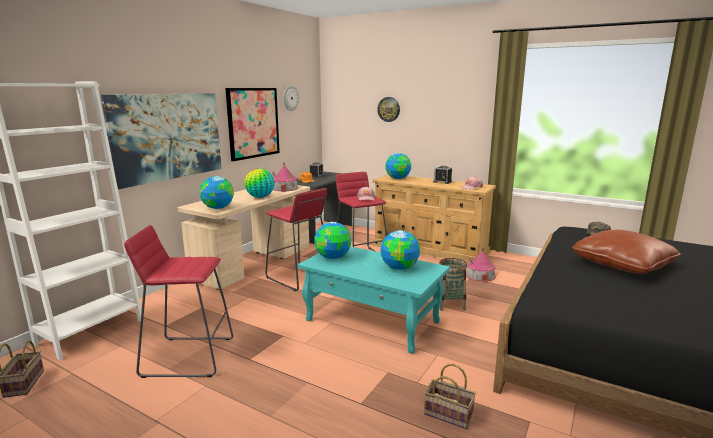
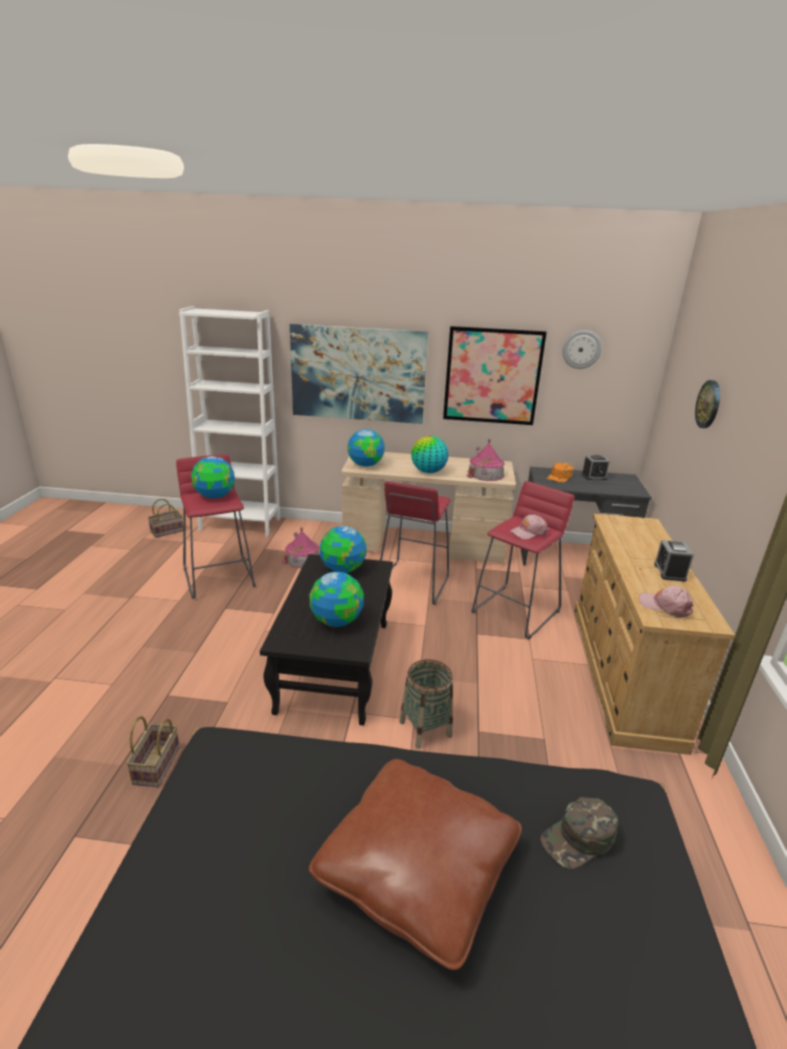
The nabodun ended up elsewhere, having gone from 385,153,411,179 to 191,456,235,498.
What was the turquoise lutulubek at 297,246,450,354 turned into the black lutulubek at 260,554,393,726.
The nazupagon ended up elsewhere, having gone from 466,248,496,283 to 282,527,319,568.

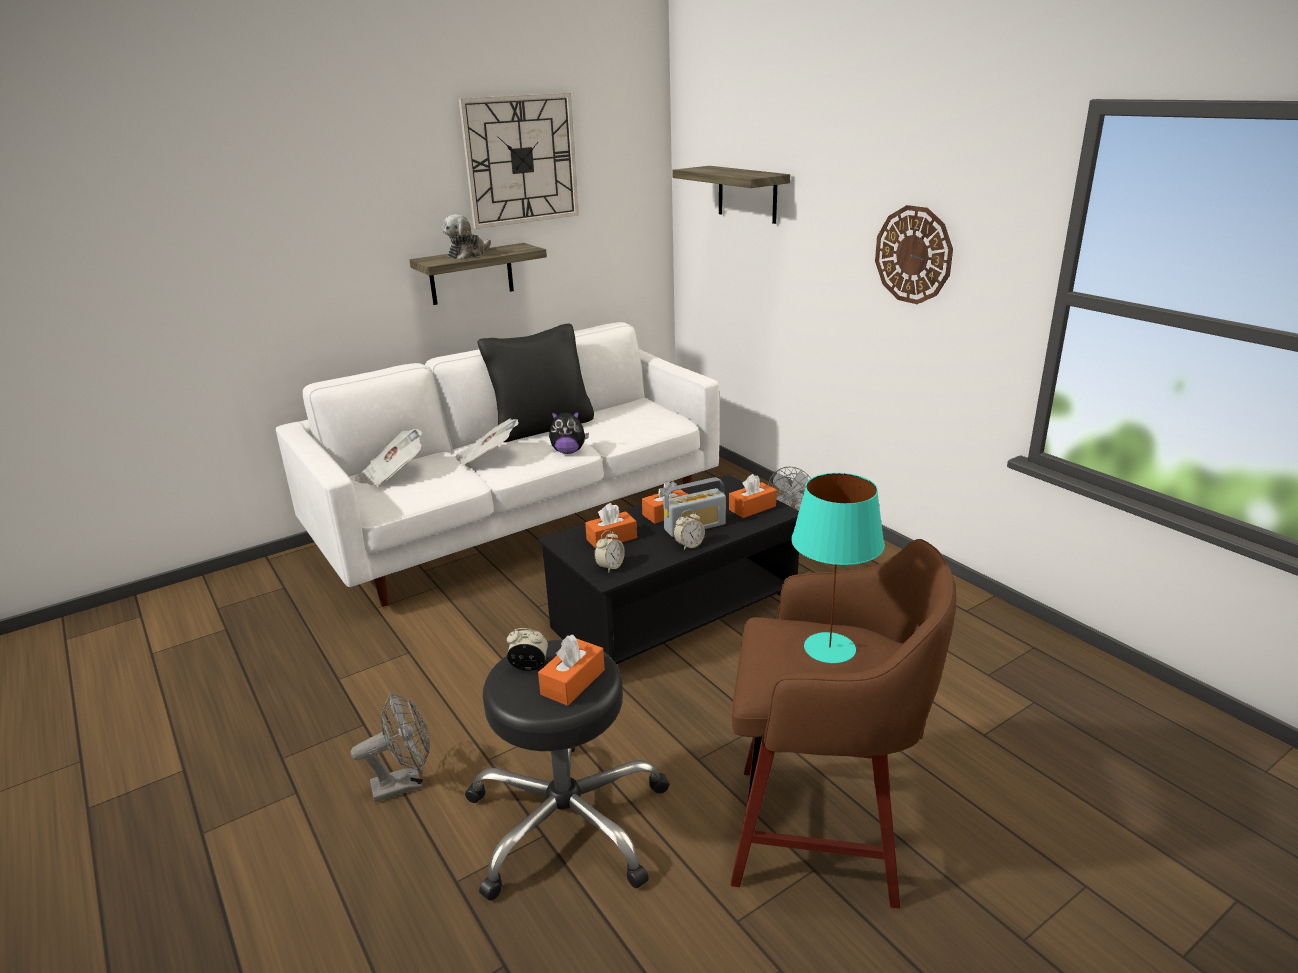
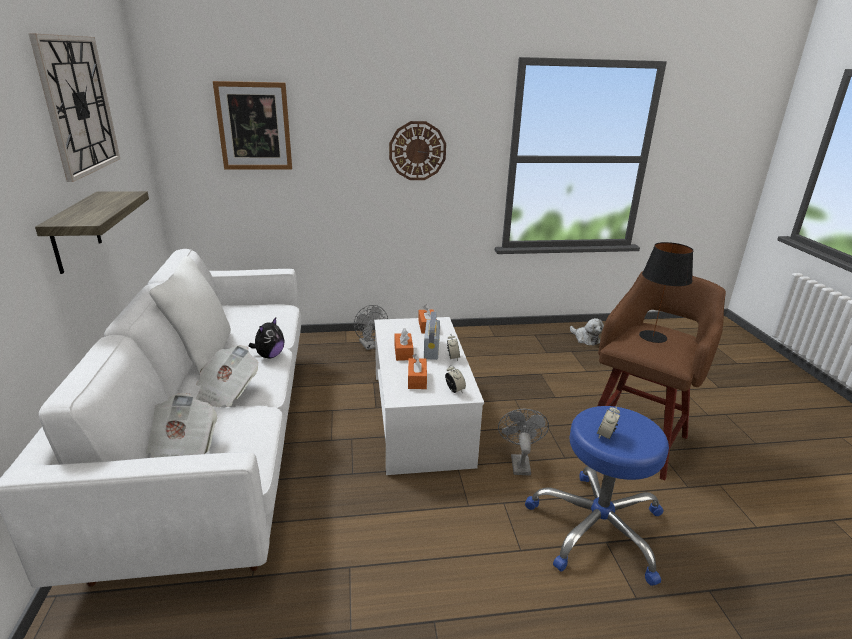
What was the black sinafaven at 478,324,594,442 turned into the white sinafaven at 149,256,231,375.
Where the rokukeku hung at 672,166,790,224, the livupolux came to hang at 213,81,292,170.
What was the black lutulubek at 538,475,799,664 turned into the white lutulubek at 374,317,484,475.
The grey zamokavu ended up elsewhere, having gone from 351,693,430,802 to 498,409,549,476.
What was the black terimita at 465,640,670,901 turned into the blue terimita at 525,406,669,586.
The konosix ended up elsewhere, having gone from 442,214,491,259 to 570,318,604,346.
What was the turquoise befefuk at 791,473,885,663 turned into the black befefuk at 639,242,693,343.
The second view lost the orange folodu at 538,635,605,706.

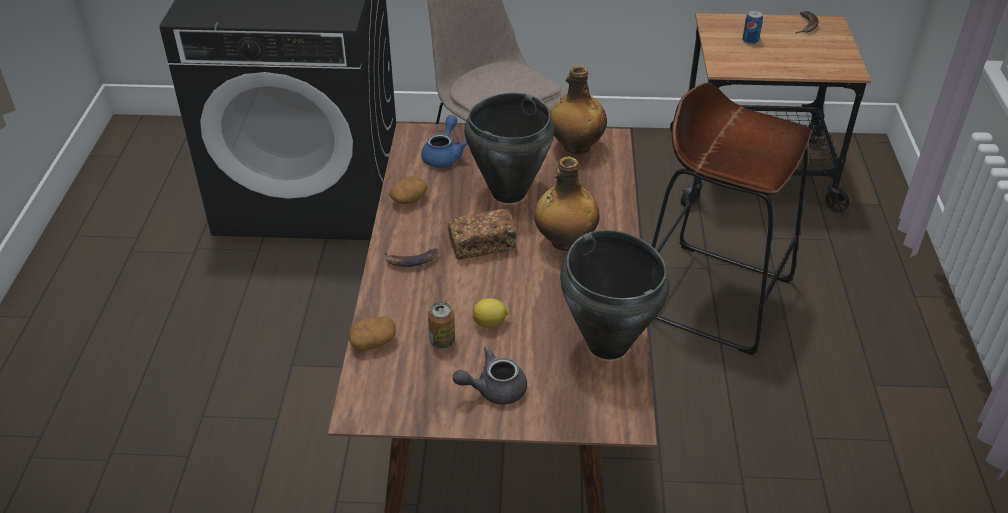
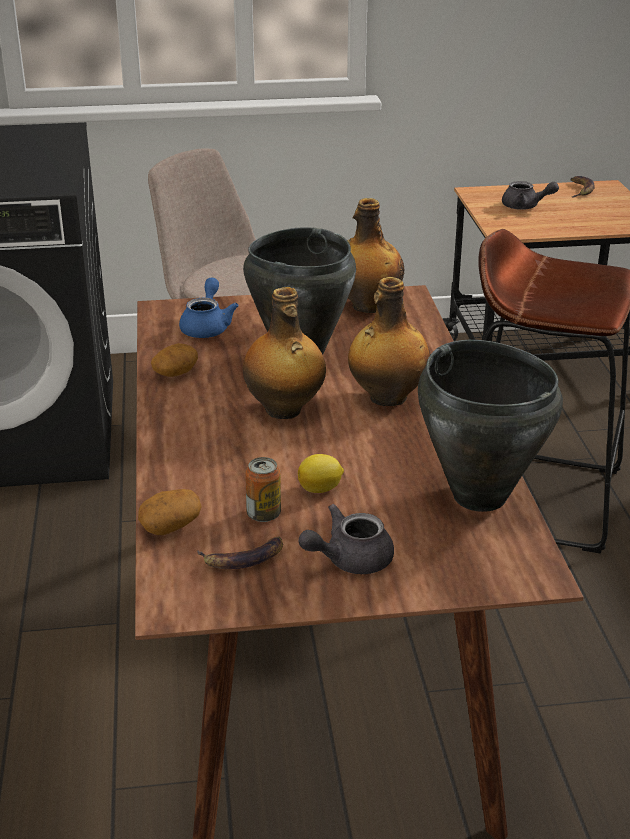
The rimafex ended up elsewhere, having gone from 384,248,439,267 to 197,536,283,569.
Where the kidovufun stood at 448,209,517,260, the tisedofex came to stand at 243,287,326,419.
Where the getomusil stood at 742,11,763,44, the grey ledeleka came to stand at 502,181,559,210.

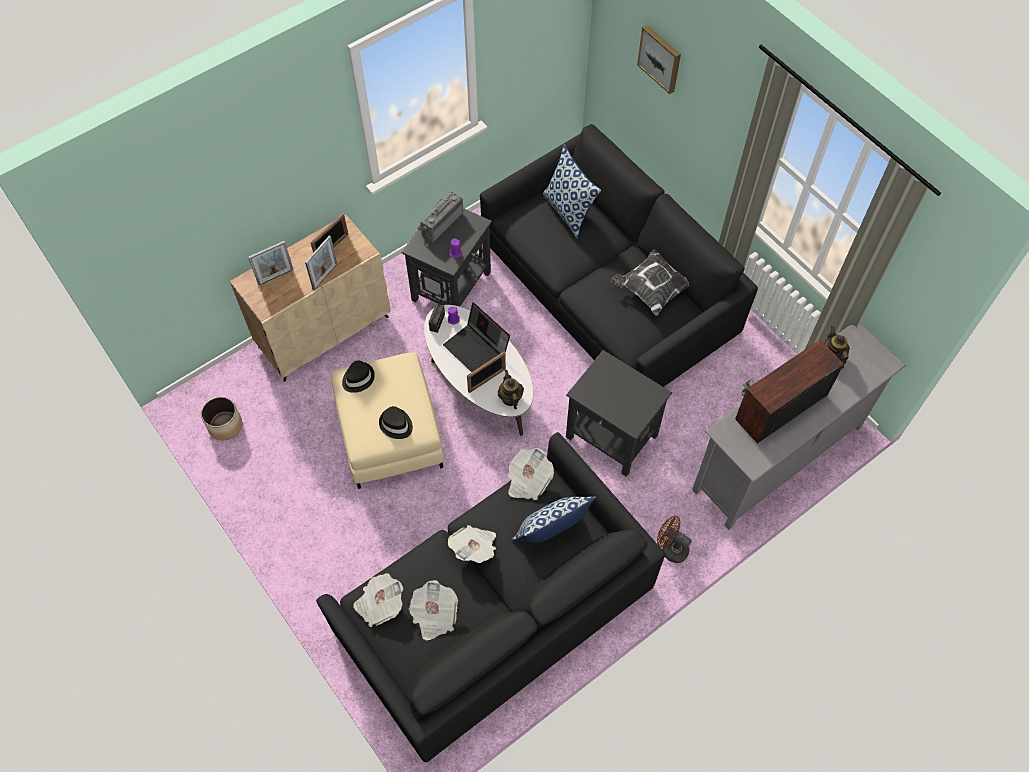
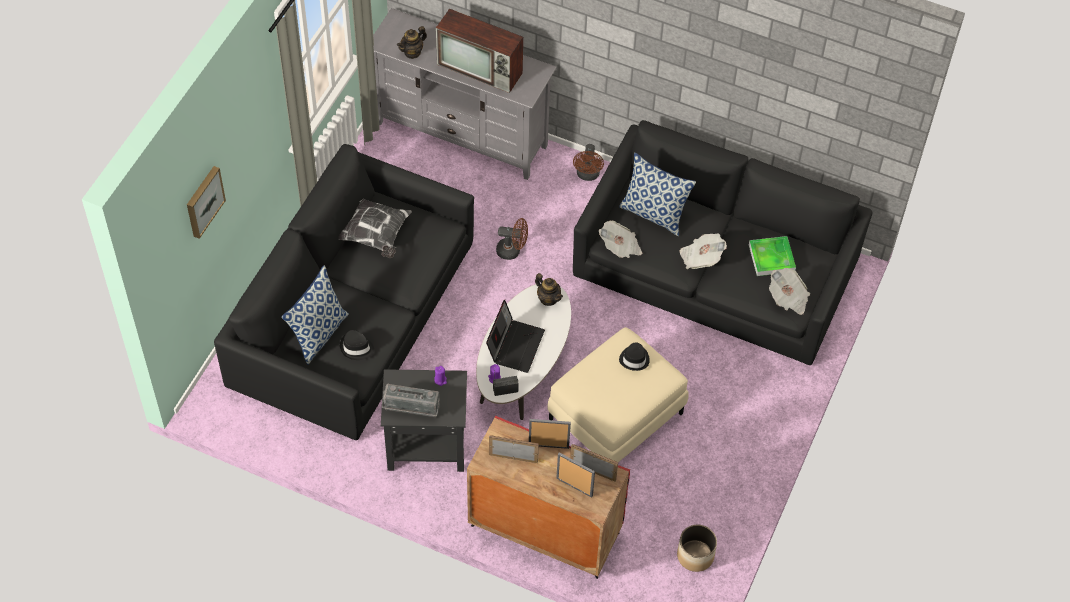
The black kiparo ended up elsewhere, having gone from 342,360,375,393 to 340,330,374,360.
What was the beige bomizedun at 230,215,391,382 turned into the red bomizedun at 467,416,630,579.
Where the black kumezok stood at 566,350,672,477, the brown zamokavu came to stand at 496,218,528,260.
The ledeleka at 498,370,524,410 ended up facing another way, 90 degrees counterclockwise from before.
The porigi ended up elsewhere, having gone from 467,351,506,393 to 570,444,618,482.
Where the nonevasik stood at 409,580,458,641, the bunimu came to stand at 749,236,796,276.

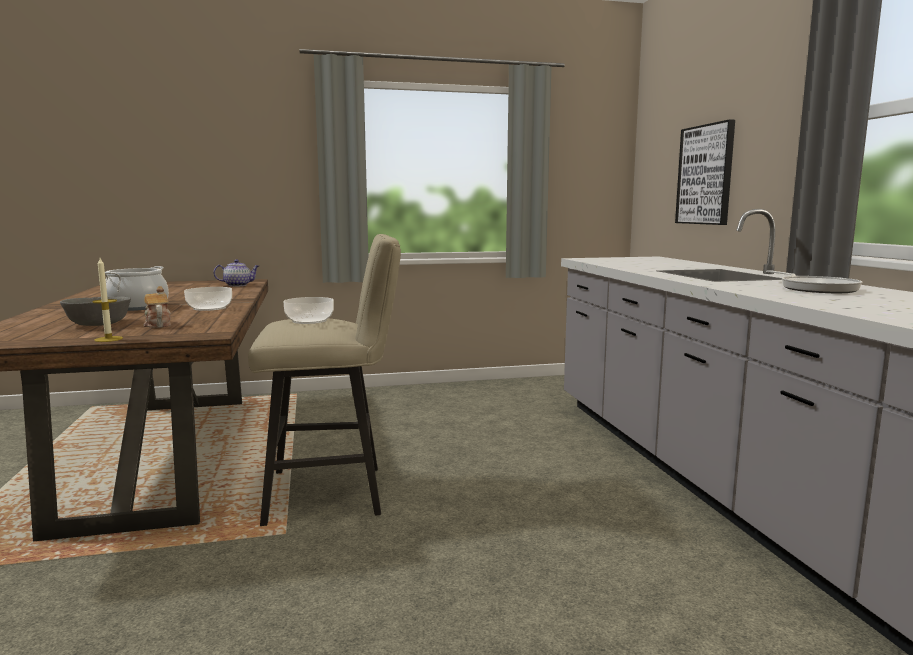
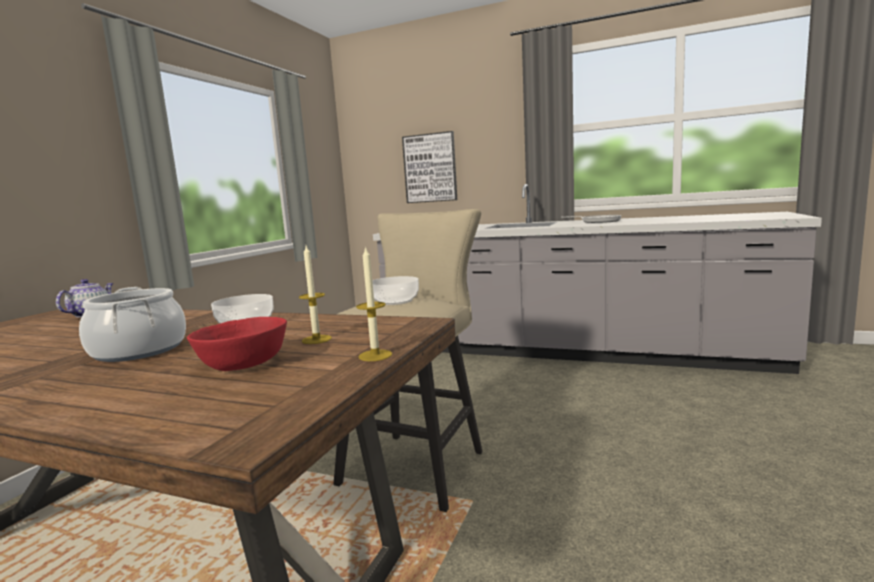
What was the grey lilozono at 60,297,131,326 turned into the red lilozono at 187,317,287,371.
Where the ledeleka stood at 144,286,171,328, the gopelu came to stand at 299,246,332,344.

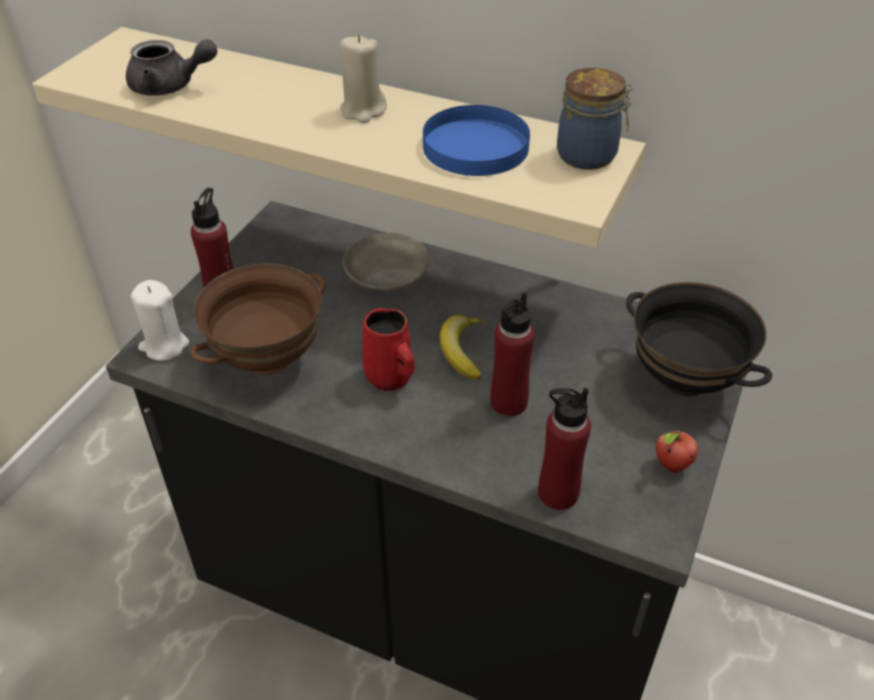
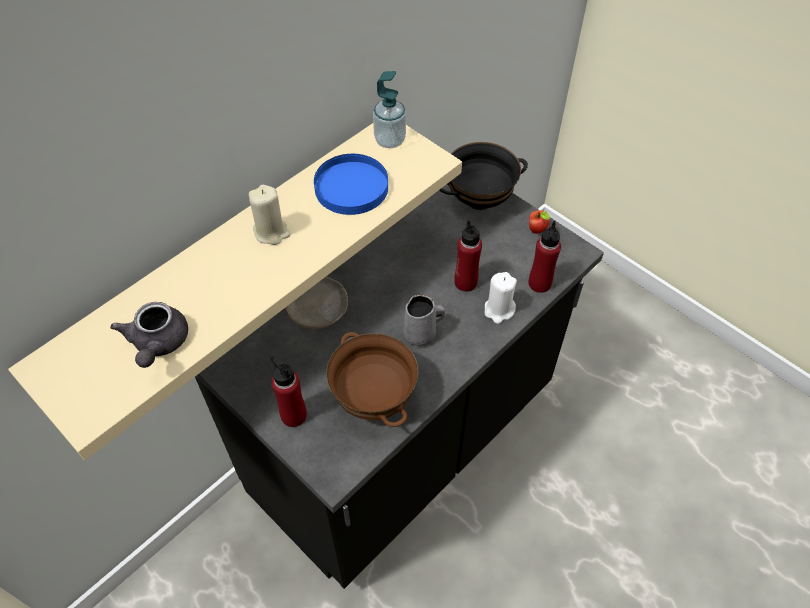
The grey ledeleka at 126,39,217,96 ended up facing another way, 150 degrees clockwise from before.
Where the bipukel stood at 557,67,633,170, the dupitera came to stand at 373,71,406,148.
What was the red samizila at 362,308,415,391 turned into the grey samizila at 403,295,445,346.
The white gopelu ended up elsewhere, having gone from 131,280,189,361 to 484,272,517,324.
The second view lost the rimafex at 439,315,484,380.

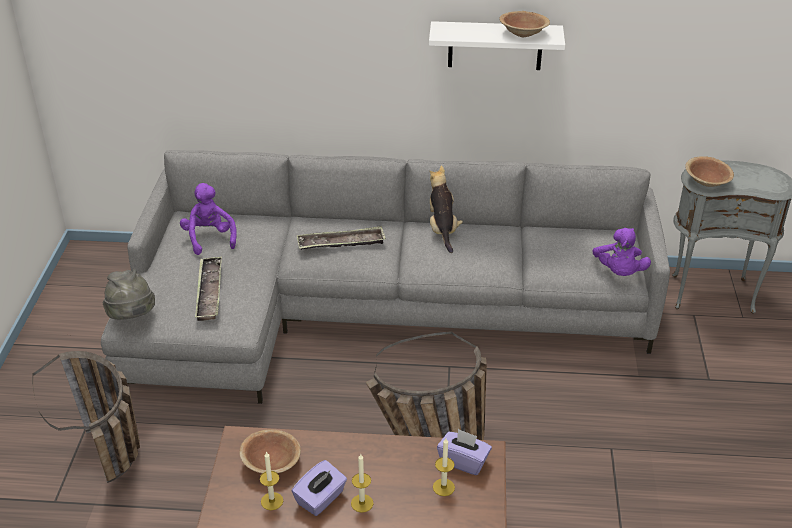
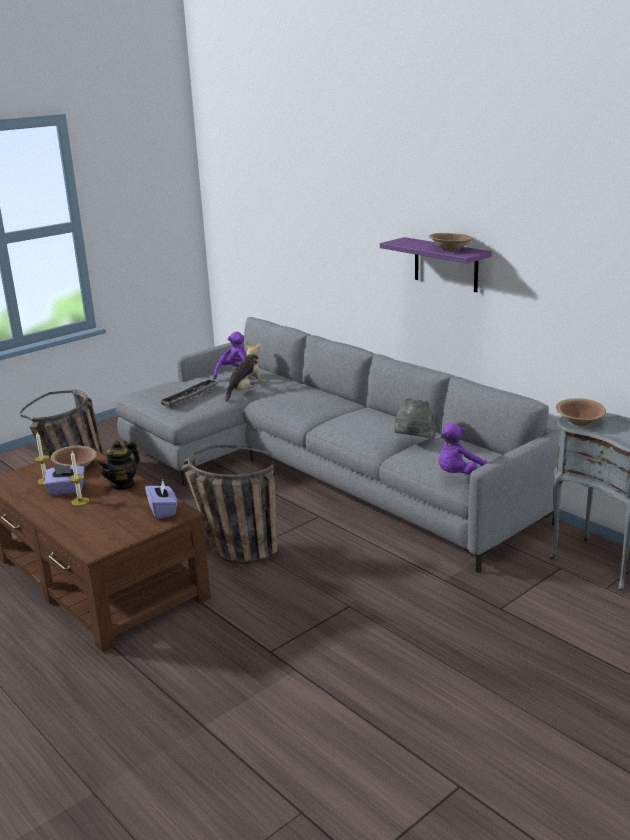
The second view gained the ledeleka at 98,440,140,491.
The konosix ended up elsewhere, having gone from 430,165,463,253 to 225,342,266,402.
What was the white rokukeku at 429,21,565,70 turned into the purple rokukeku at 380,237,492,292.
The grey kiparo ended up elsewhere, having gone from 103,269,155,320 to 394,398,436,439.
The second view lost the bunimu at 297,226,386,250.
The second view lost the gopelu at 433,438,455,496.

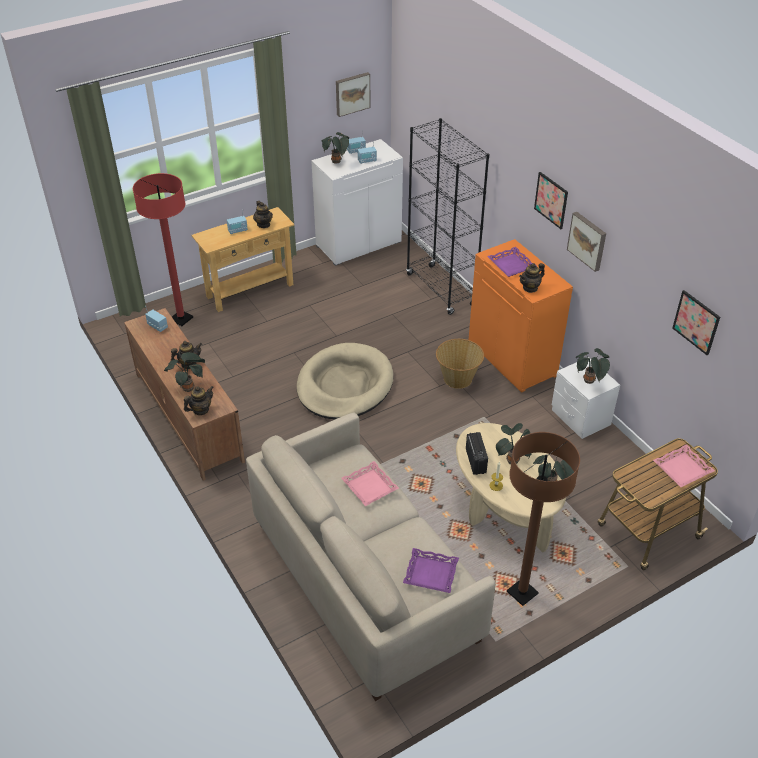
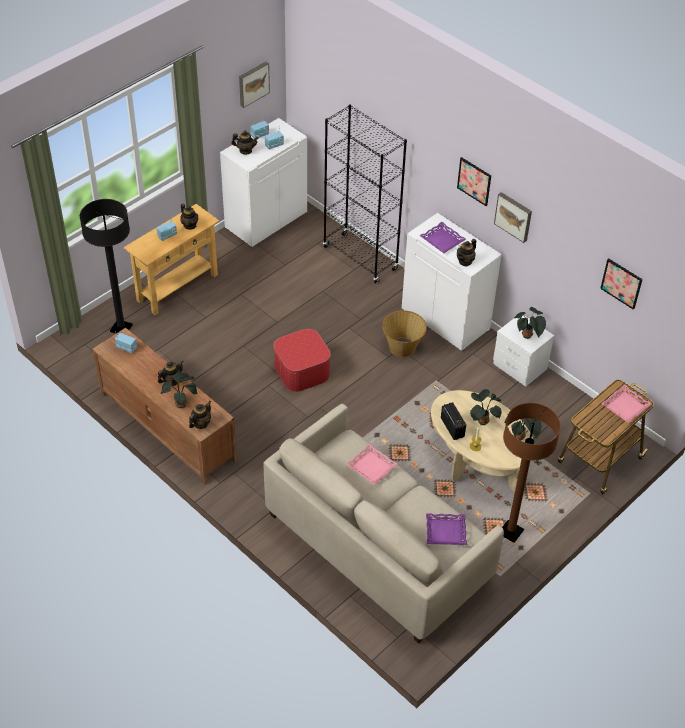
What was the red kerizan at 133,173,193,326 turned into the black kerizan at 80,199,133,333.
Where the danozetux stood at 321,132,349,164, the ledeleka came to stand at 231,131,259,155.
Where the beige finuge stood at 297,343,393,420, the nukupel came to stand at 274,329,331,392.
What was the orange bomizedun at 469,239,573,393 turned into the white bomizedun at 402,213,502,351.

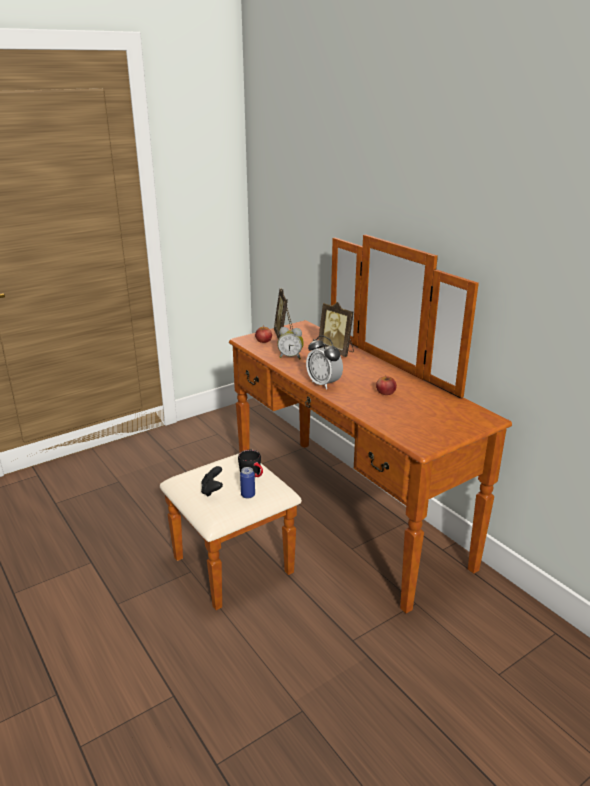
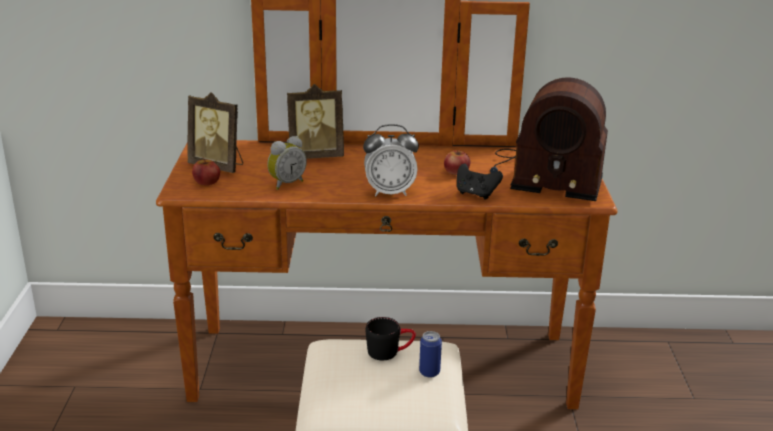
The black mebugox ended up elsewhere, having gone from 201,466,223,497 to 457,163,503,200.
The second view gained the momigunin at 490,77,608,201.

